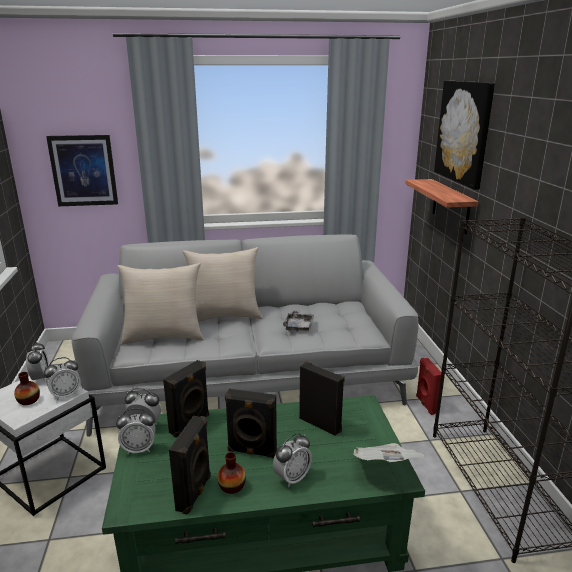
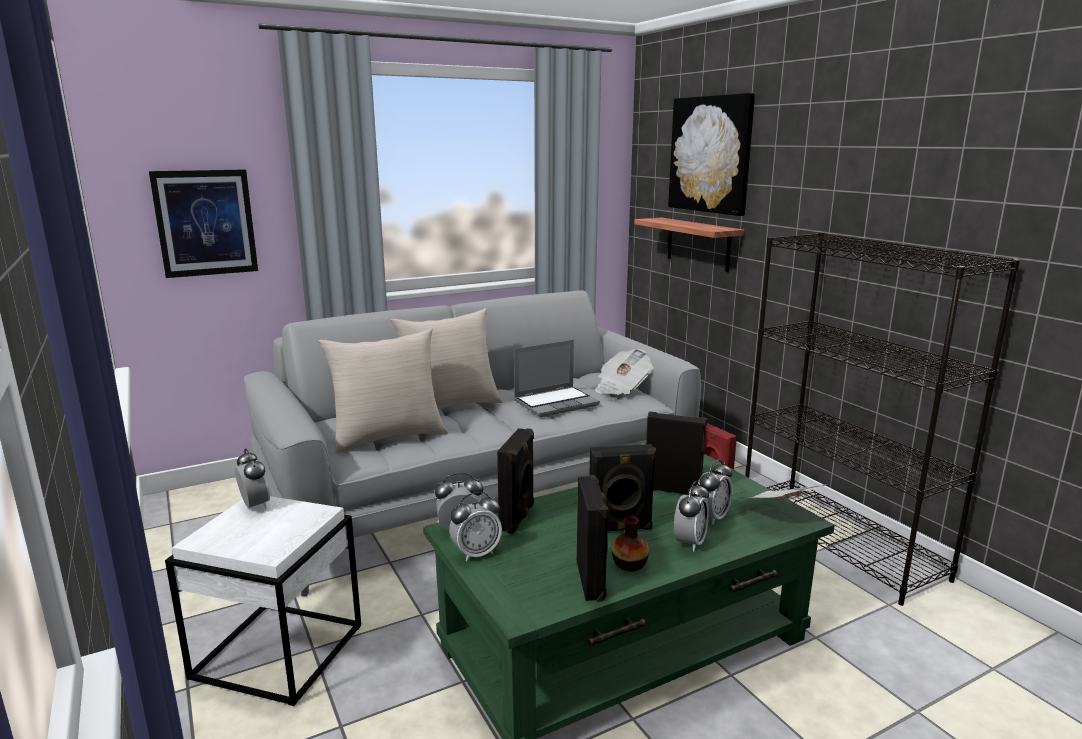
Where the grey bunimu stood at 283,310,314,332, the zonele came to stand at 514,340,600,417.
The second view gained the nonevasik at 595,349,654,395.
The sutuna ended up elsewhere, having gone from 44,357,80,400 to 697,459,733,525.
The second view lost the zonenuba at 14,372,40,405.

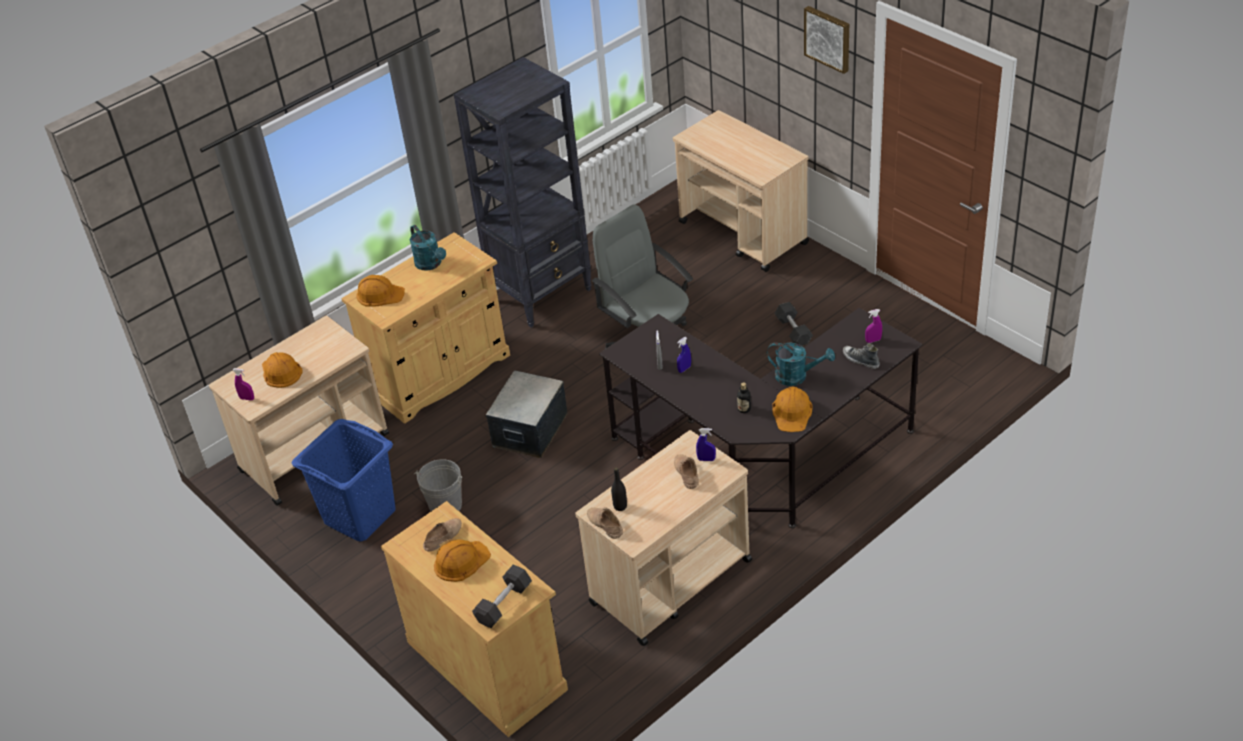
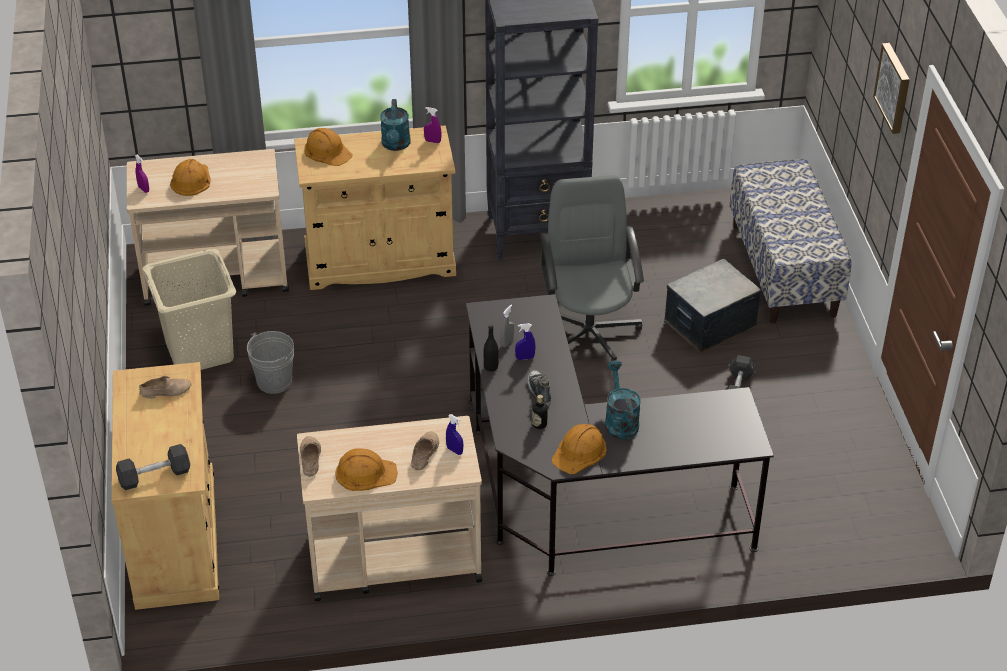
What was the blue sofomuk at 292,419,396,541 turned into the beige sofomuk at 142,249,236,370.
The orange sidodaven ended up elsewhere, having gone from 434,539,491,582 to 335,449,398,491.
The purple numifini ended up elsewhere, having gone from 865,309,882,343 to 424,107,441,143.
The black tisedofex ended up elsewhere, having gone from 611,467,627,511 to 484,324,499,372.
The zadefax ended up elsewhere, having gone from 843,343,880,369 to 528,370,551,406.
The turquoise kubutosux at 767,343,835,386 ended up facing another way, 150 degrees counterclockwise from before.
The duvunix ended up elsewhere, having gone from 486,370,568,458 to 664,259,761,353.
Where the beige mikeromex stood at 673,110,809,272, the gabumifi came to stand at 730,159,852,324.

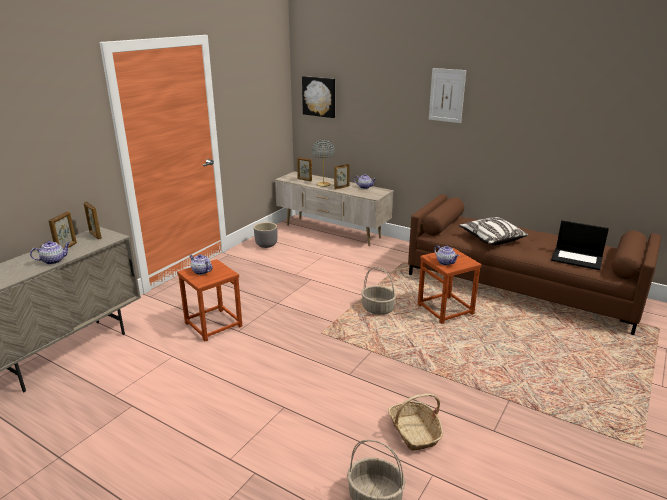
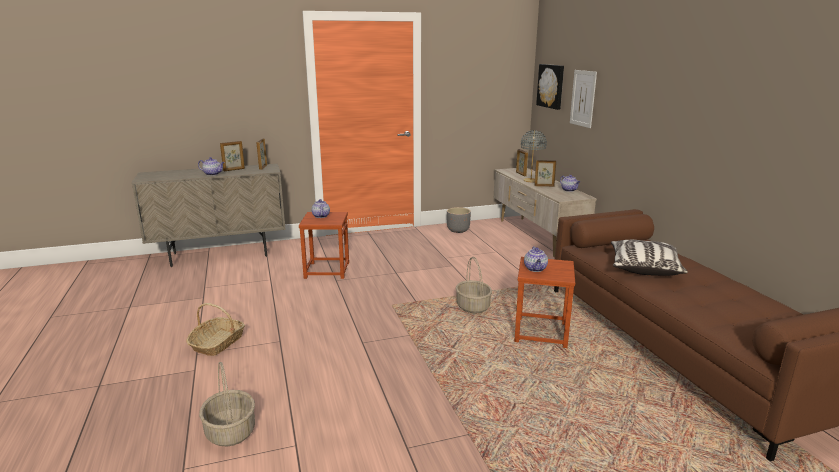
The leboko ended up elsewhere, having gone from 388,394,443,451 to 186,303,245,356.
The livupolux ended up elsewhere, having gone from 429,68,466,123 to 570,70,597,128.
The second view lost the zonele at 551,220,609,270.

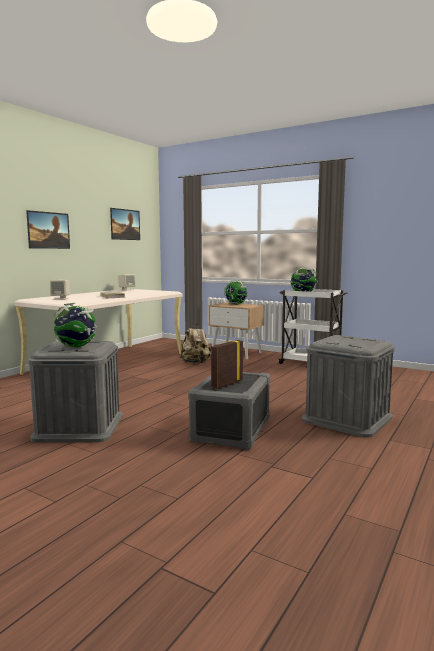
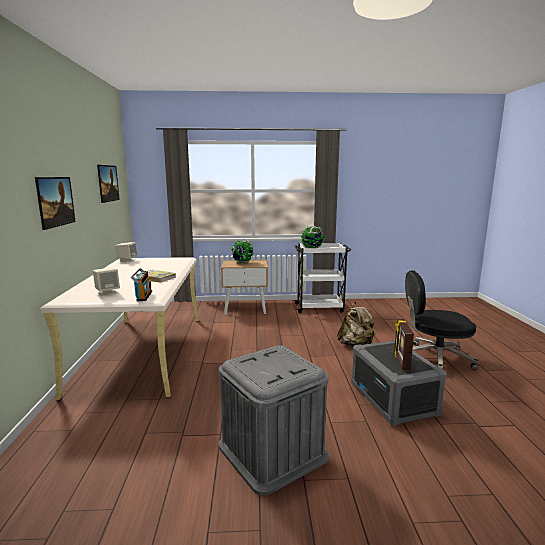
The second view gained the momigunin at 131,268,152,301.
The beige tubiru ended up elsewhere, having gone from 179,324,211,364 to 337,302,376,347.
Where the grey duvunix stood at 302,335,395,438, the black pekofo came to stand at 405,270,478,370.
The second view lost the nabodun at 54,303,97,347.

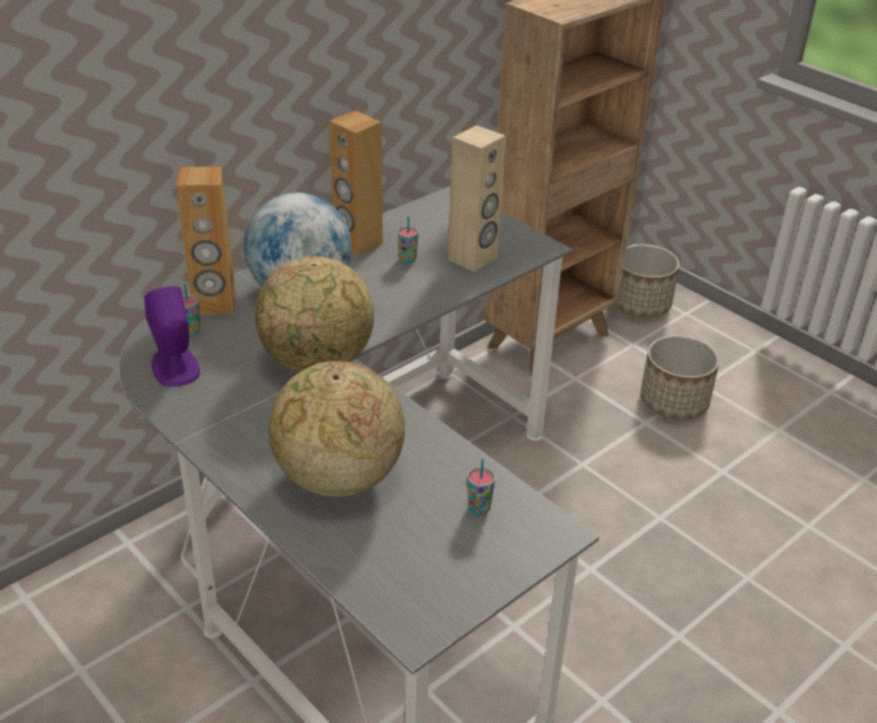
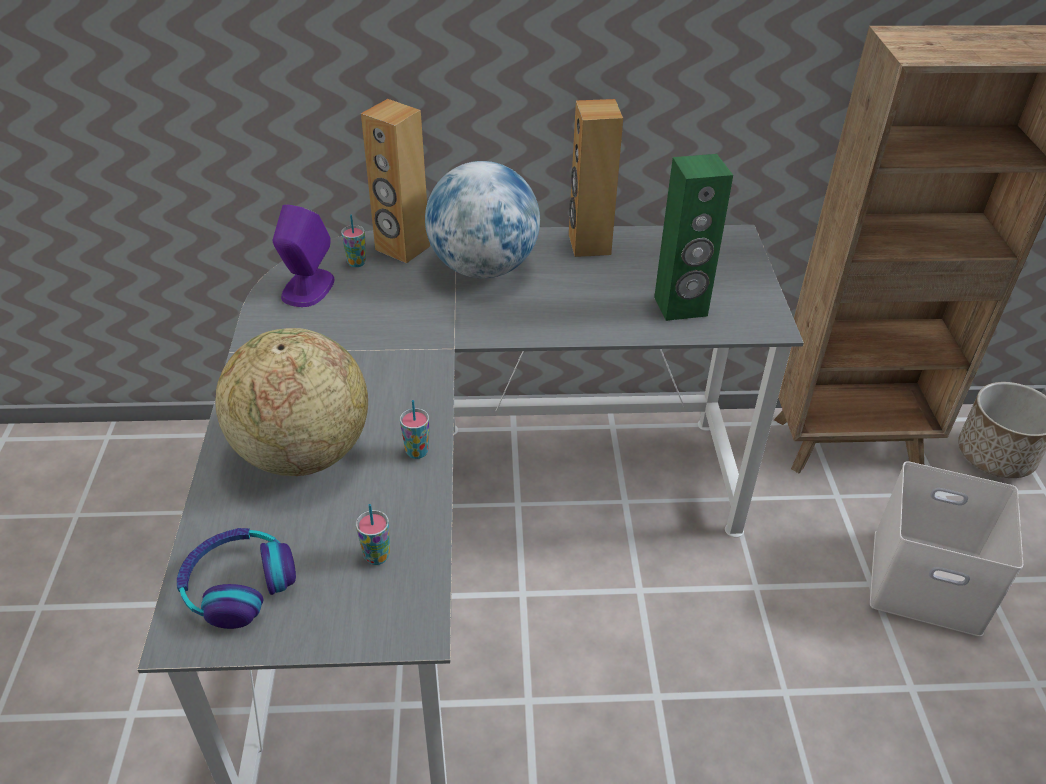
The second view gained the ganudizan at 177,528,296,629.
The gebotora ended up elsewhere, having gone from 398,216,419,264 to 400,400,429,459.
What was the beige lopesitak at 448,125,506,272 turned into the green lopesitak at 654,154,733,321.
Where the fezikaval stood at 641,335,720,420, the white duvunix came to stand at 870,461,1023,637.
The second view lost the nabodun at 255,256,374,372.

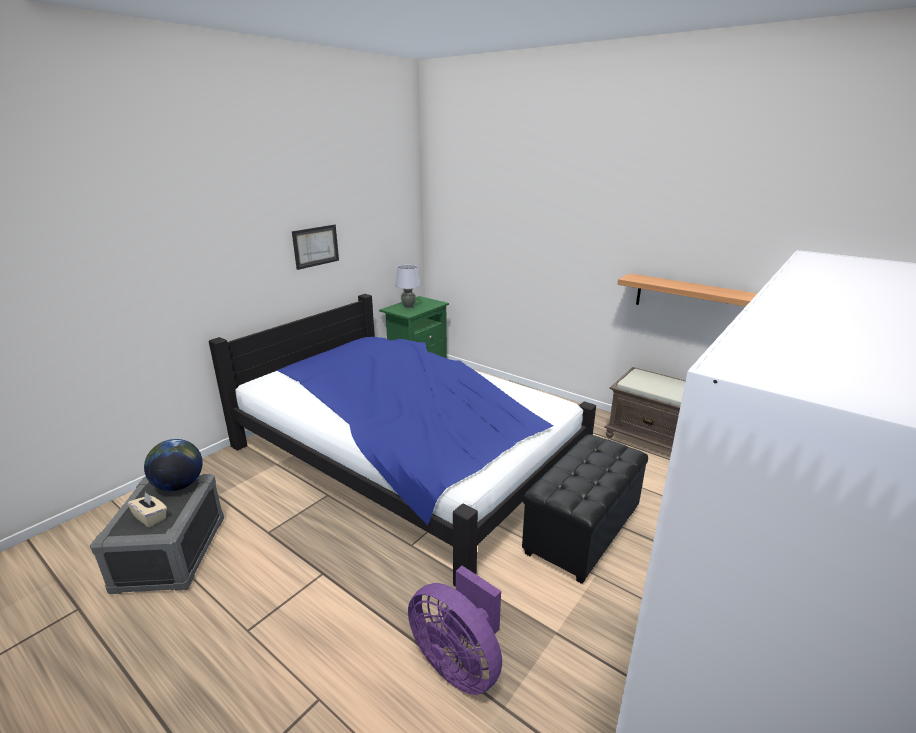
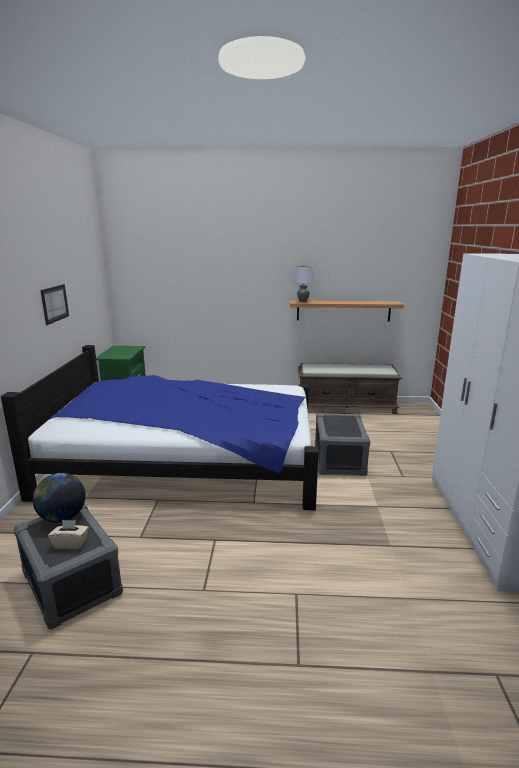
The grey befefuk ended up elsewhere, having gone from 396,265,420,308 to 293,266,314,302.
Where the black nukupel stood at 522,434,648,584, the grey duvunix came to stand at 315,413,370,476.
The second view lost the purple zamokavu at 408,566,502,695.

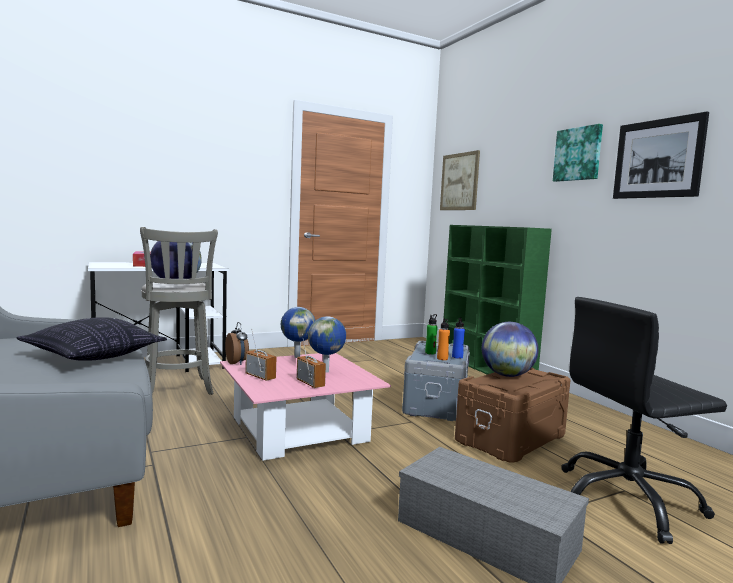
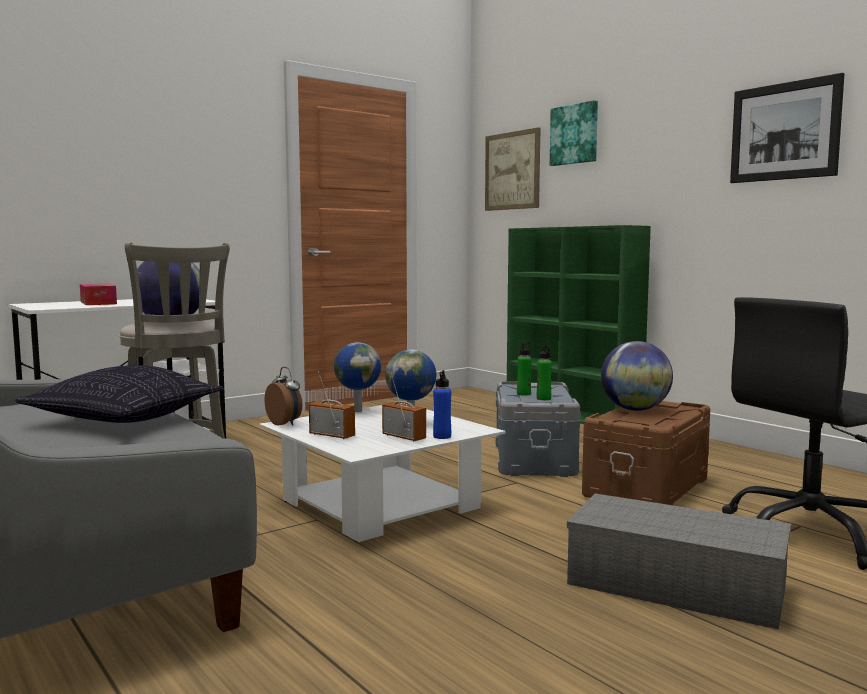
What was the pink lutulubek at 220,353,391,461 turned into the white lutulubek at 259,403,505,542.
The blue tisedofex ended up elsewhere, having gone from 452,317,465,359 to 433,370,451,439.
What was the orange tisedofex at 437,318,450,360 turned into the green tisedofex at 537,346,552,400.
The livupolux ended up elsewhere, having gone from 553,124,603,182 to 550,100,598,166.

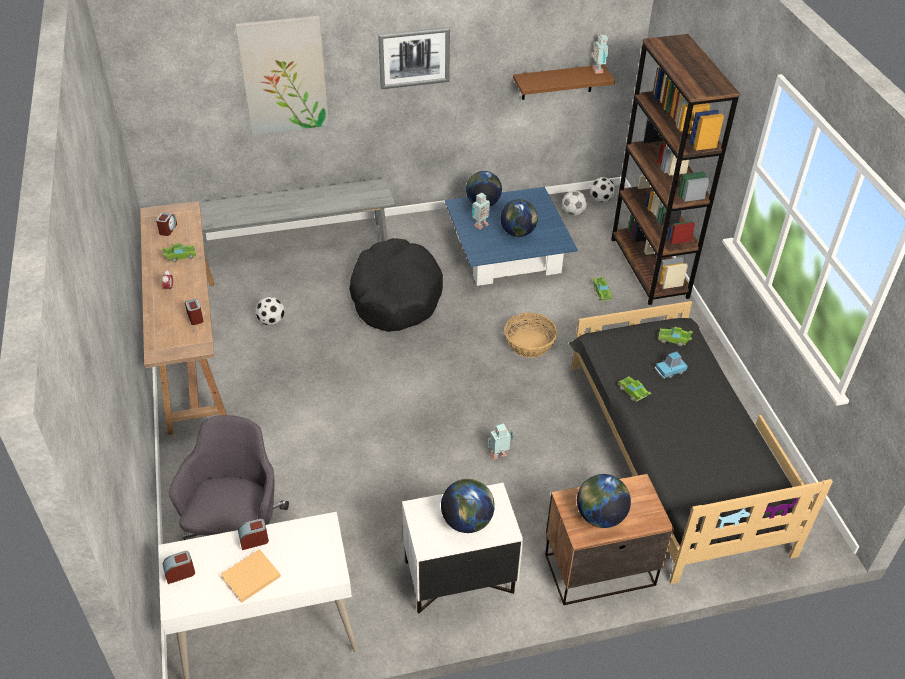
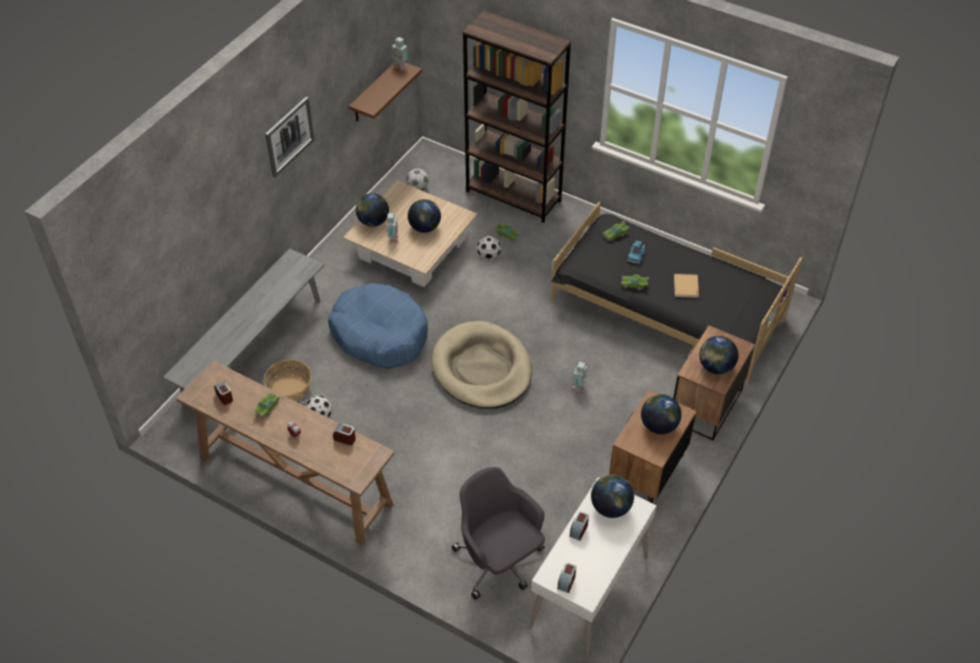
The leboko ended up elsewhere, having gone from 504,313,558,358 to 264,359,312,401.
What was the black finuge at 349,238,443,332 turned into the blue finuge at 328,283,428,368.
What was the blue lutulubek at 445,187,578,286 turned into the beige lutulubek at 343,181,478,287.
The second view gained the beige finuge at 432,321,532,409.
The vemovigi ended up elsewhere, having gone from 590,177,615,202 to 477,236,501,260.
The second view gained the nabodun at 591,475,634,518.
What was the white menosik at 402,483,523,613 turned into the brown menosik at 609,390,697,503.
The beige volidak ended up elsewhere, having gone from 221,549,281,603 to 674,274,699,298.
The second view lost the livupolux at 236,16,329,135.

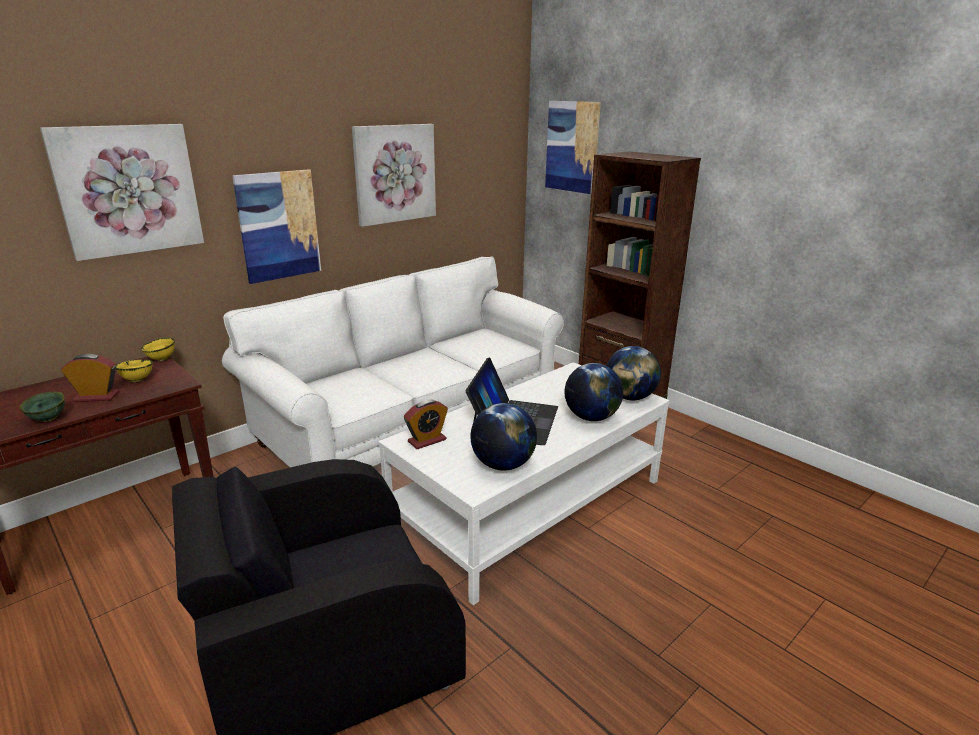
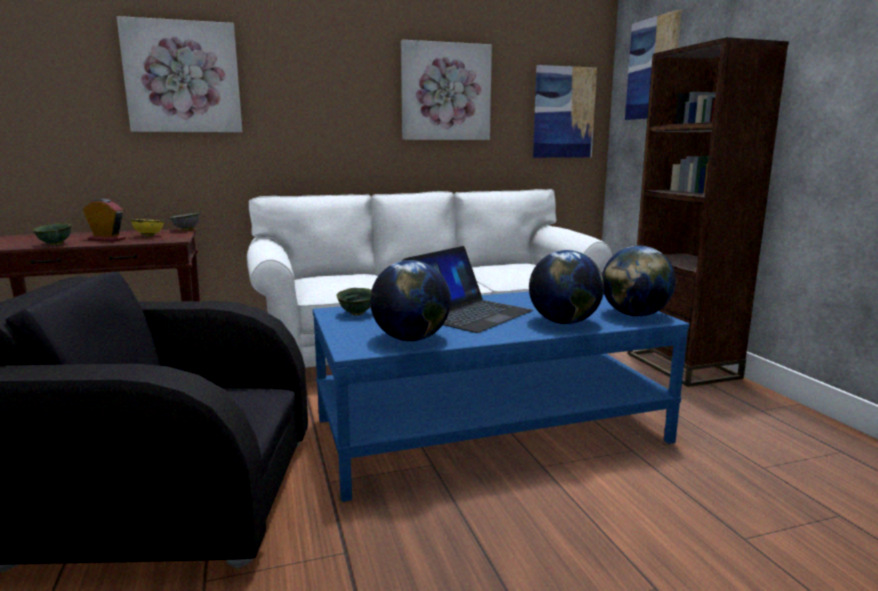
What was the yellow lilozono at 141,338,175,361 turned into the grey lilozono at 170,213,199,231.
What was the white lutulubek at 379,362,670,605 turned into the blue lutulubek at 312,292,689,502.
Where the sutuna stood at 404,399,448,449, the green lilozono came to stand at 337,288,371,316.
The livupolux ended up elsewhere, having gone from 232,169,321,284 to 533,65,597,158.

